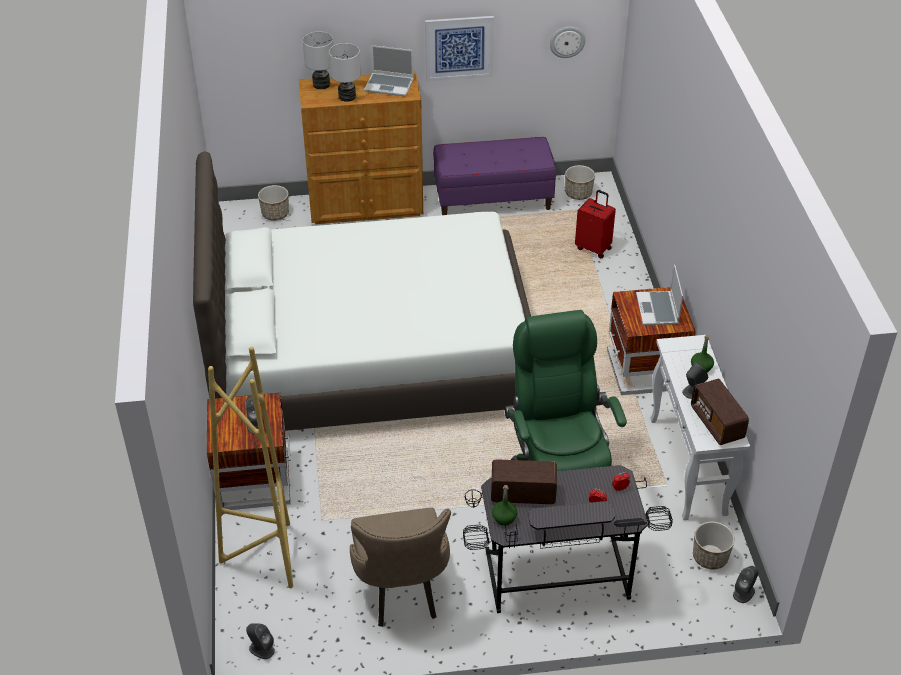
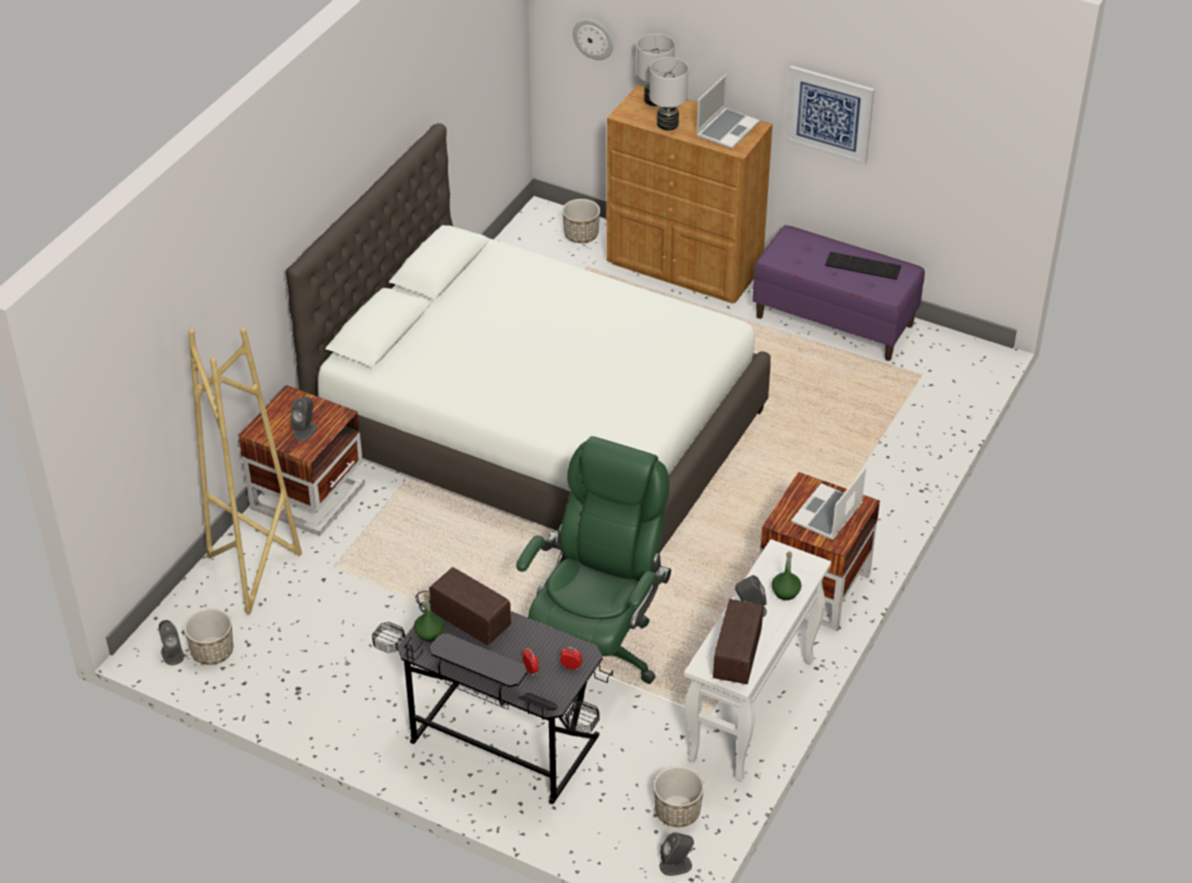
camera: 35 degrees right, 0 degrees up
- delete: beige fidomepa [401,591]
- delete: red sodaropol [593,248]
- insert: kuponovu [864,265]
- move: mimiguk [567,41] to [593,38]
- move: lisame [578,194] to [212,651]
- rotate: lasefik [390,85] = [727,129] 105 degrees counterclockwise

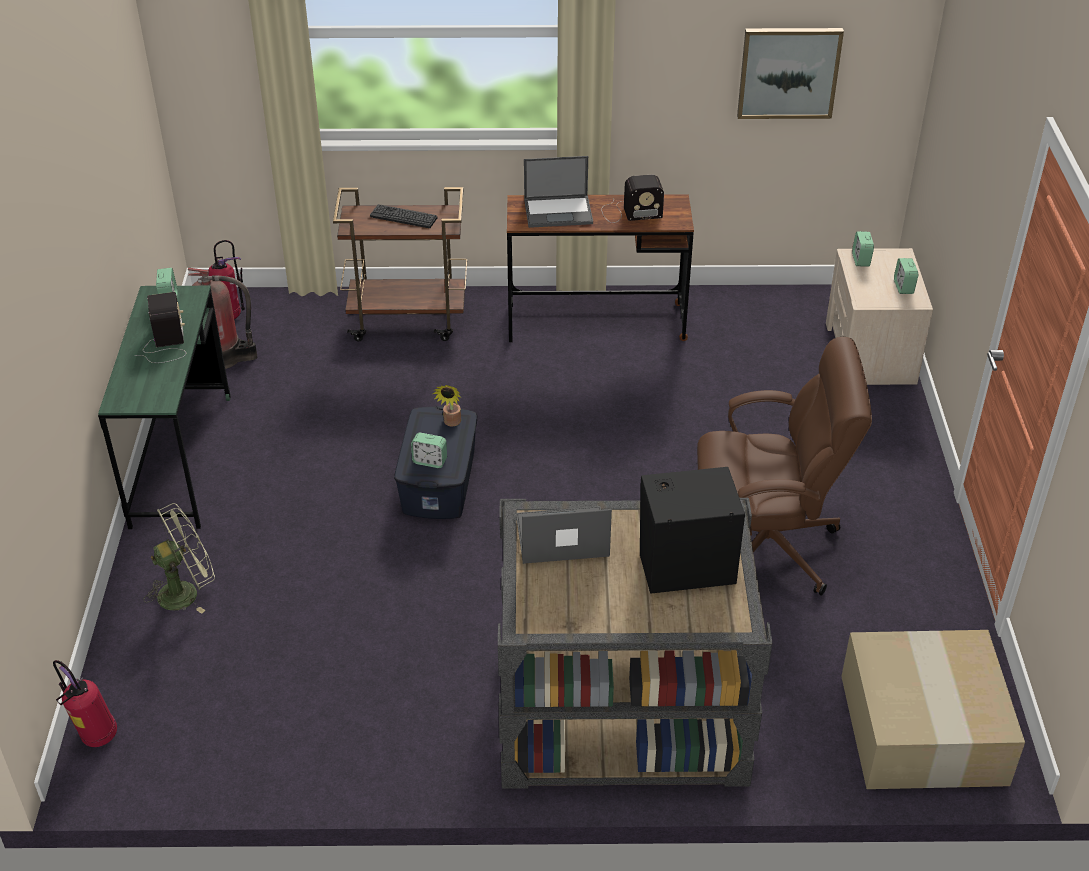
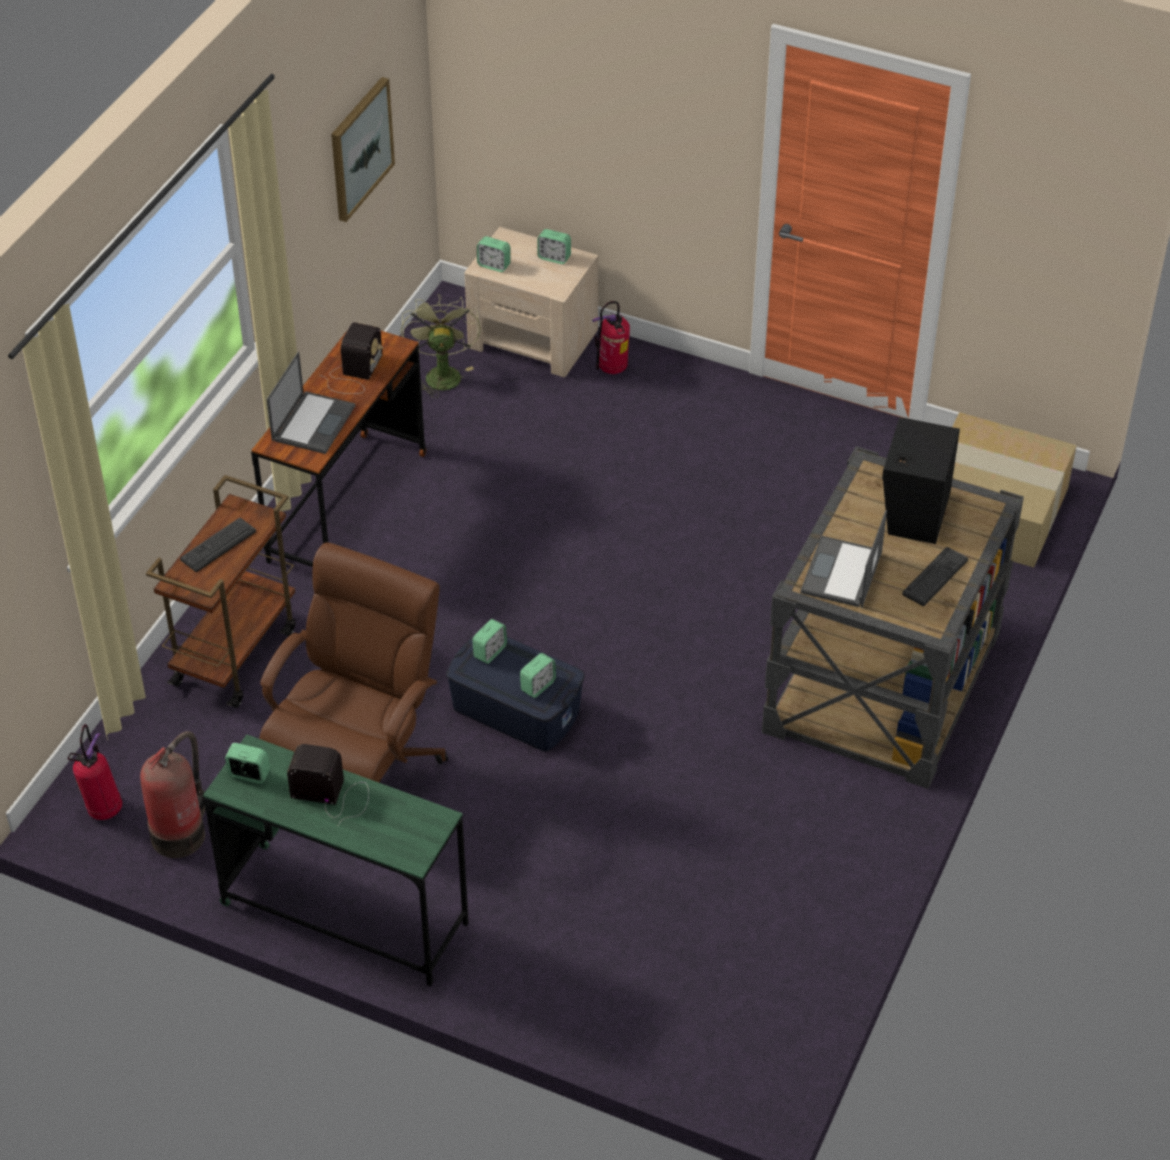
camera: 65 degrees left, 5 degrees up
- insert: kuponovu [935,577]
- move: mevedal [96,737] to [612,370]
- move: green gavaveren [186,591] to [441,373]
- move: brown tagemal [764,548] to [360,774]
- replace: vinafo [451,423] to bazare [490,652]

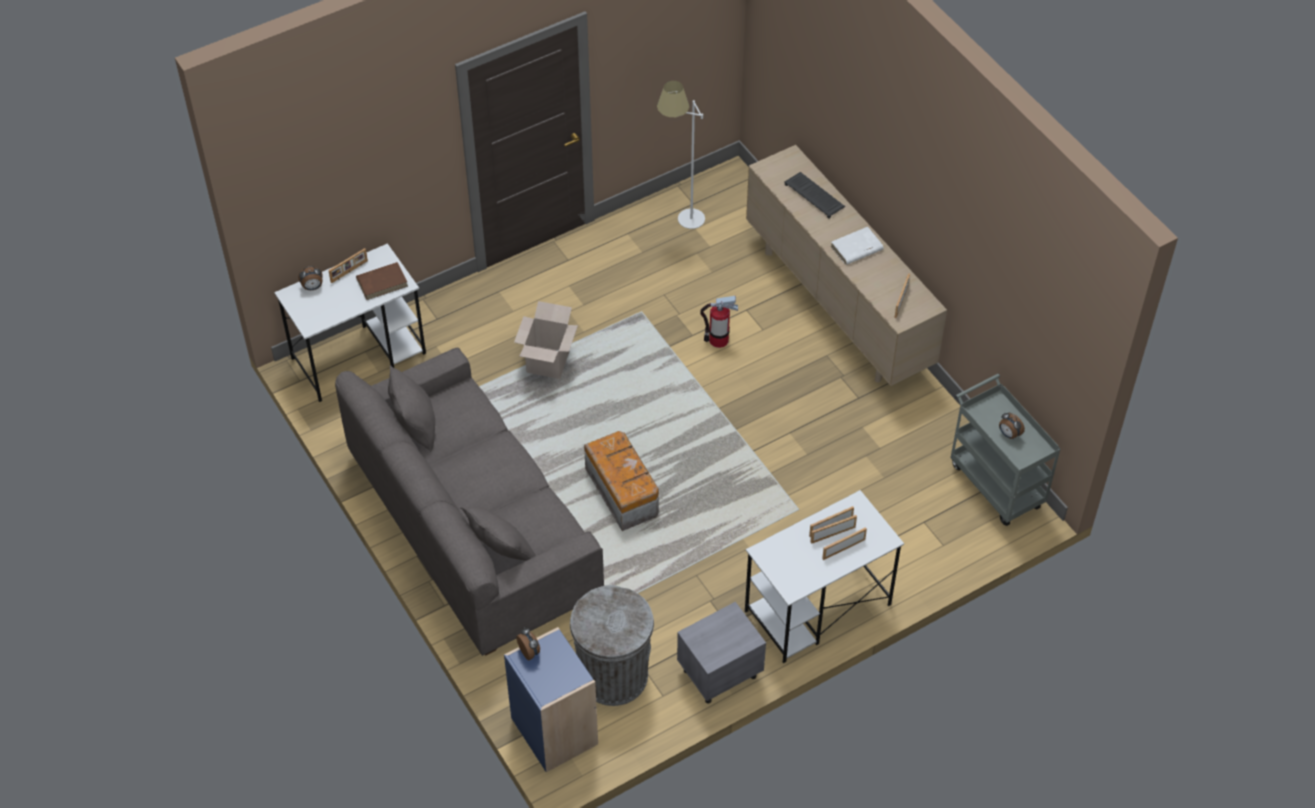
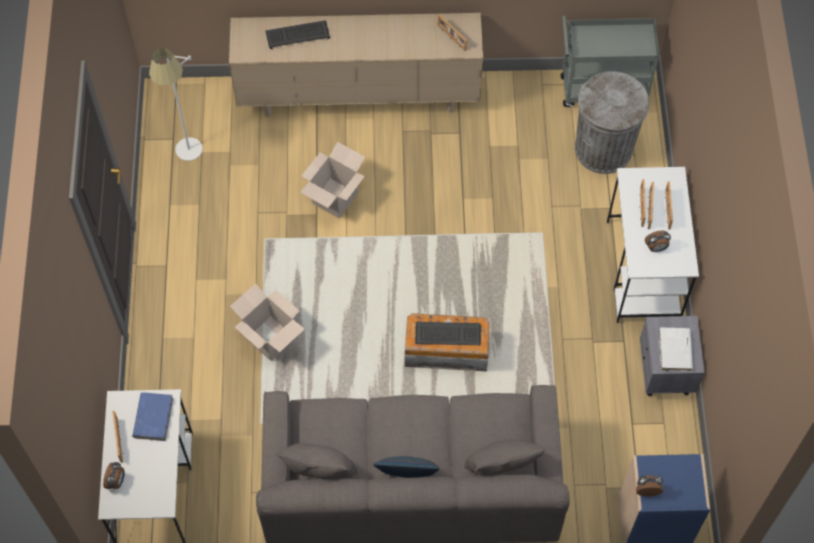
camera: 60 degrees left, 10 degrees up
- insert: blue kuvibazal [406,476]
- insert: kuponovu [447,335]
- move: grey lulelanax [613,676] to [603,149]
- move: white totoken [856,248] to [675,351]
- move: bazare [1008,434] to [656,248]
- replace: mevedal [718,340] to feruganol [334,198]
- recolor: brown totoken [382,282] to blue totoken [153,417]

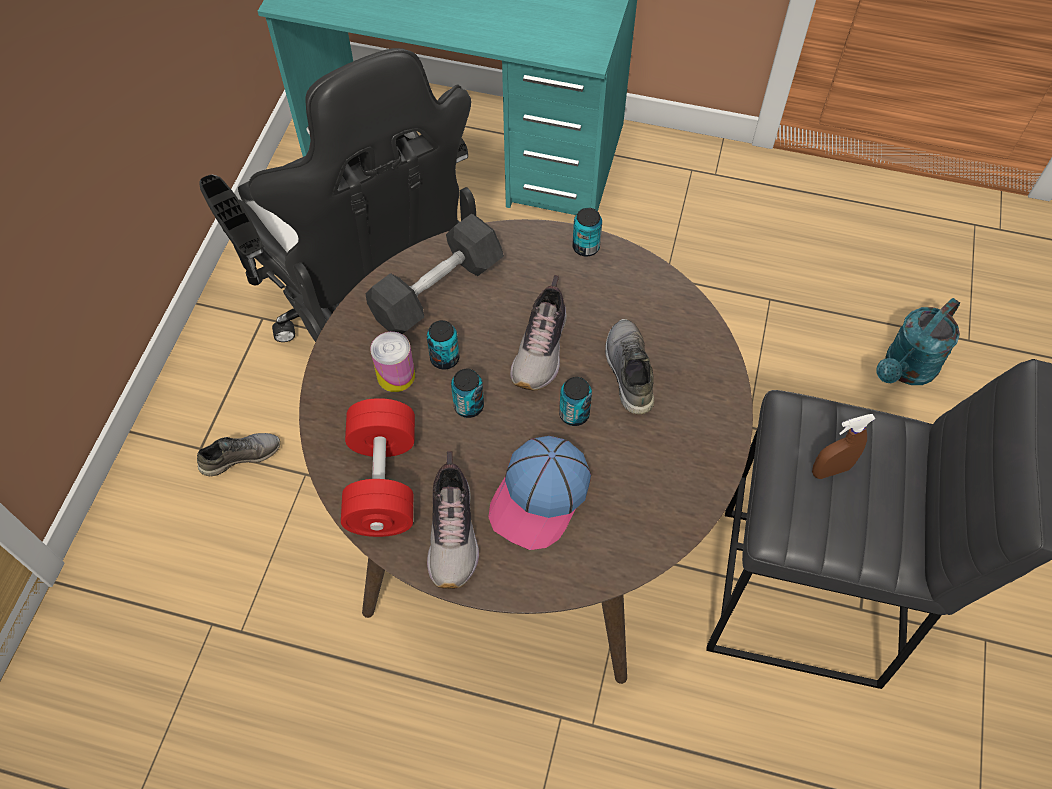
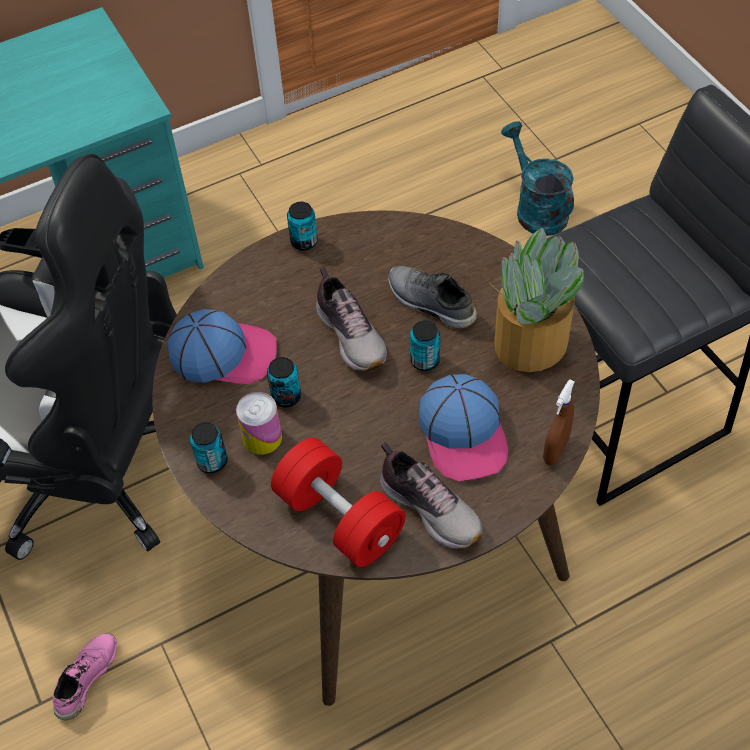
camera: 40 degrees left, 5 degrees down
- insert: vinafo [529,343]
- move: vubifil [469,406] to [212,461]
- move: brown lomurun [830,470] to [555,450]
- replace: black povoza [437,290] to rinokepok [224,354]
- recolor: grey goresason [240,455] to pink goresason [85,677]
- rotate: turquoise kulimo [905,369] = [536,208] 150 degrees clockwise

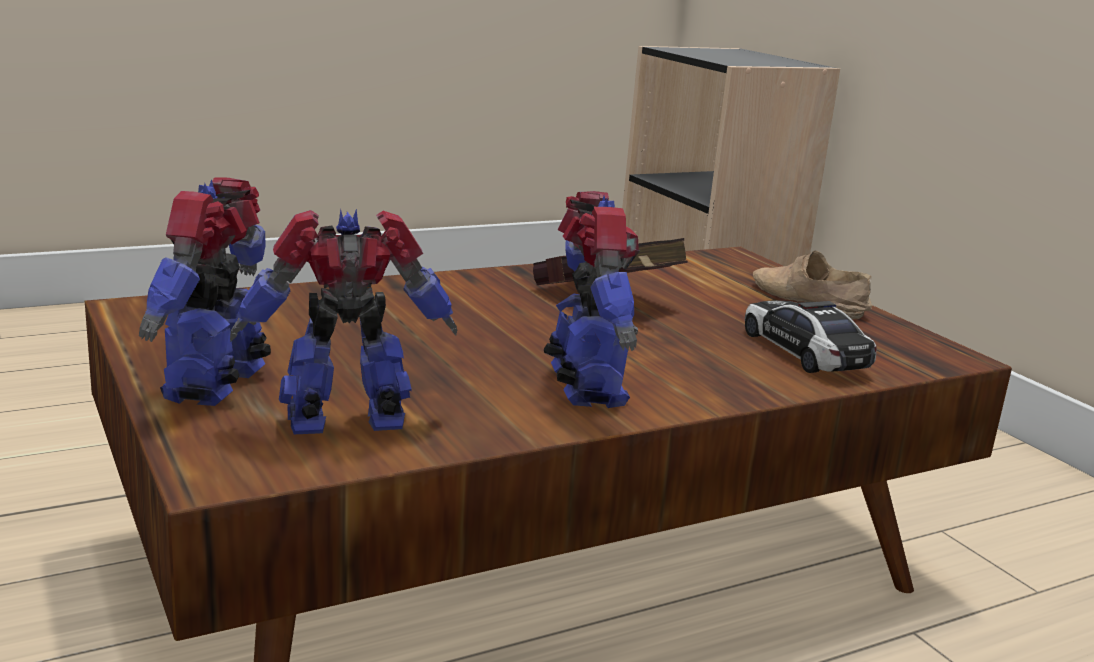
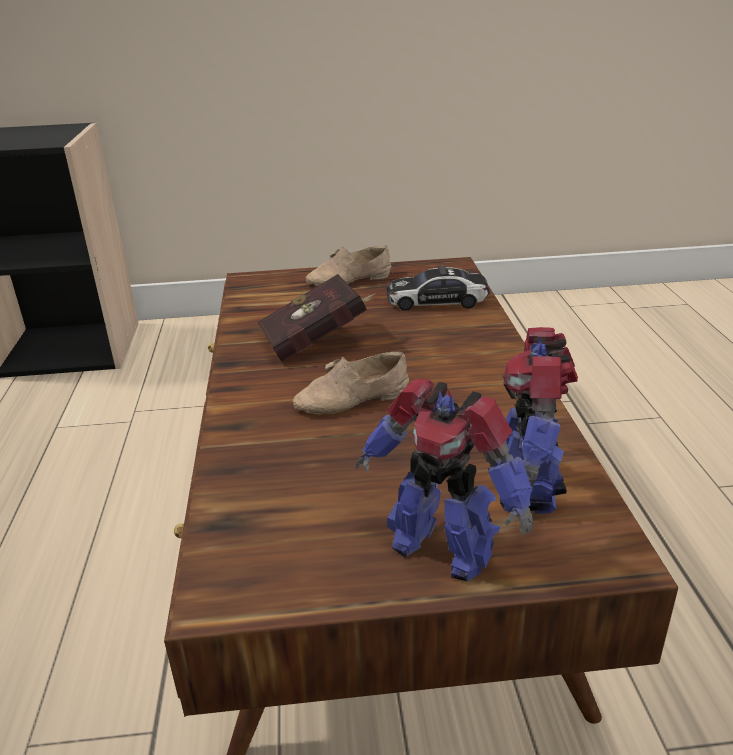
camera: 65 degrees left, 10 degrees up
- delete: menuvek [584,388]
- insert: beige goresason [352,399]

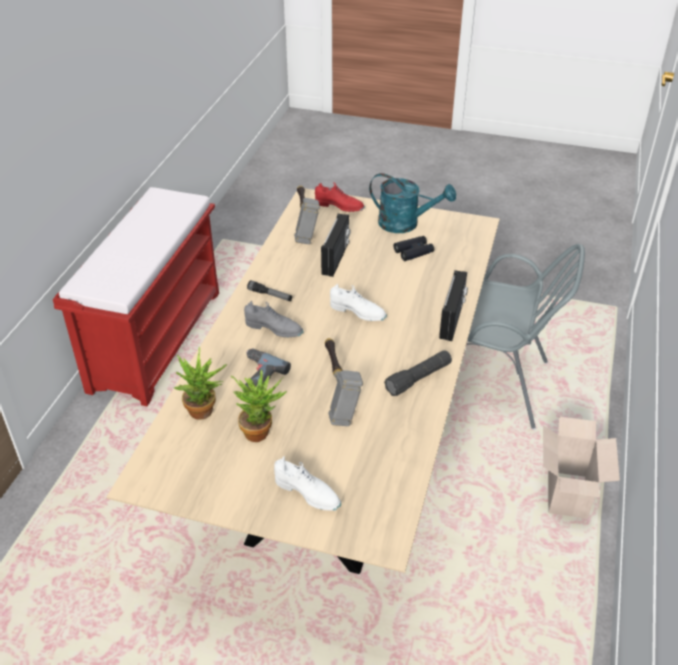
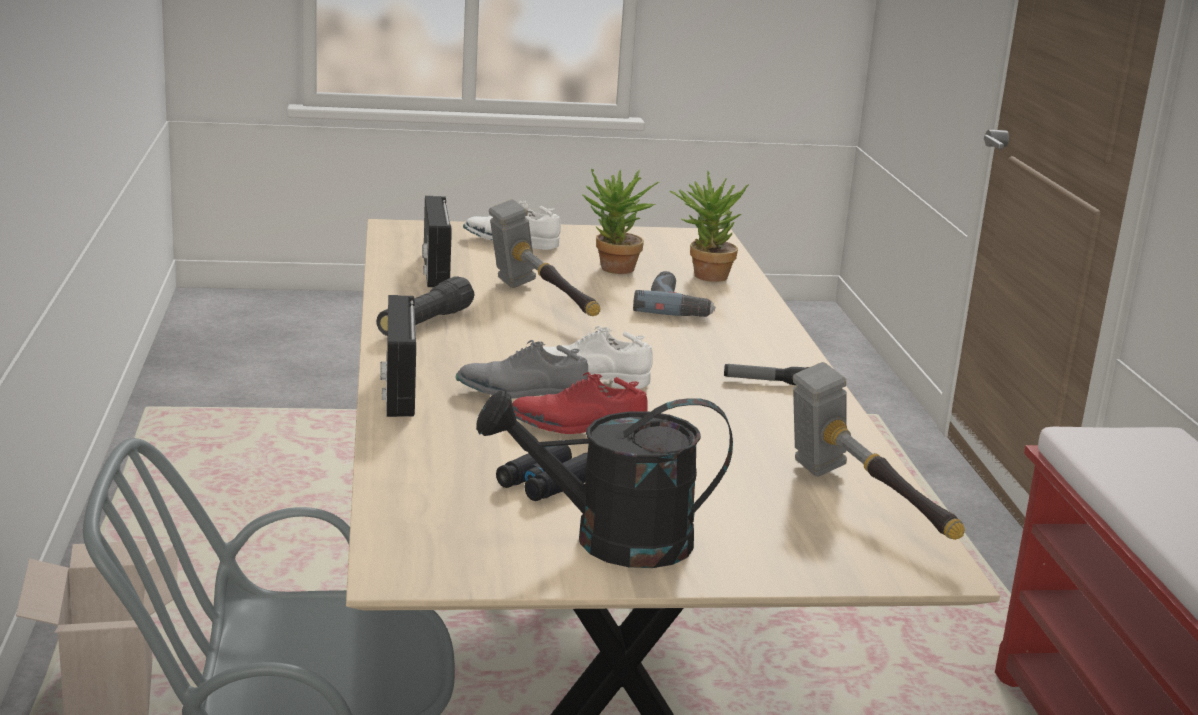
camera: 155 degrees right, 20 degrees down
- move: grey goresason [274,329] to [520,396]
- move: red goresason [339,207] to [576,430]
- move: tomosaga [336,258] to [433,270]
- recolor: turquoise kulimo [406,224] to black kulimo [611,541]

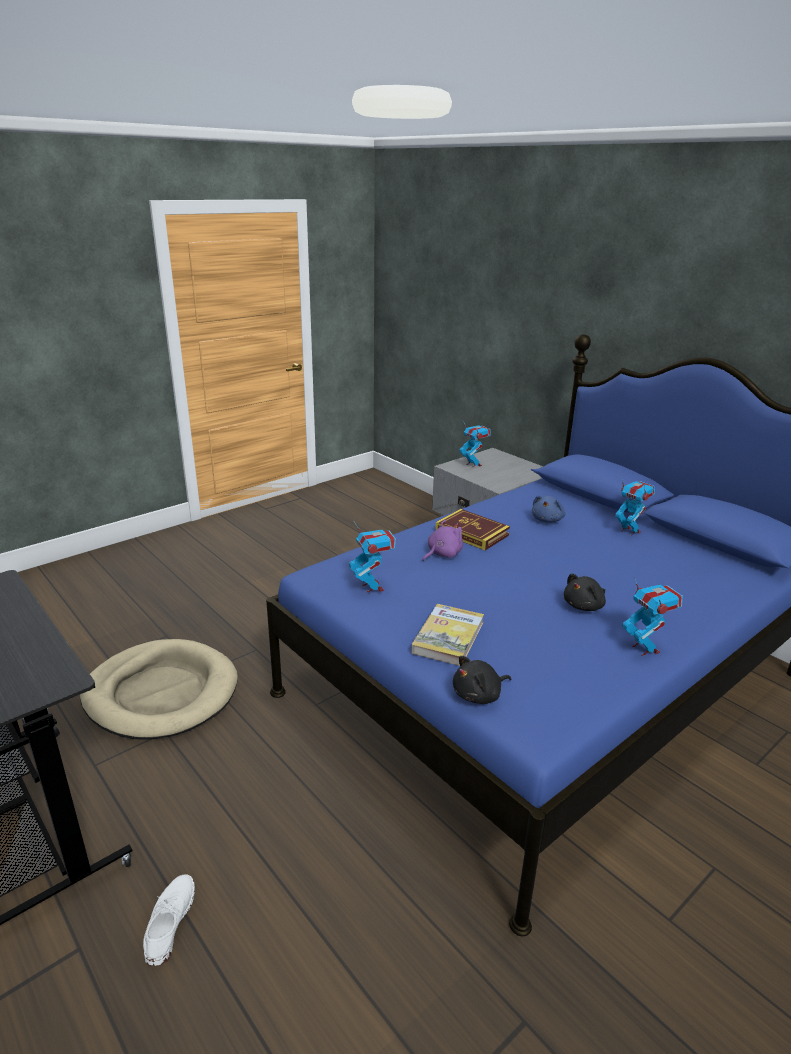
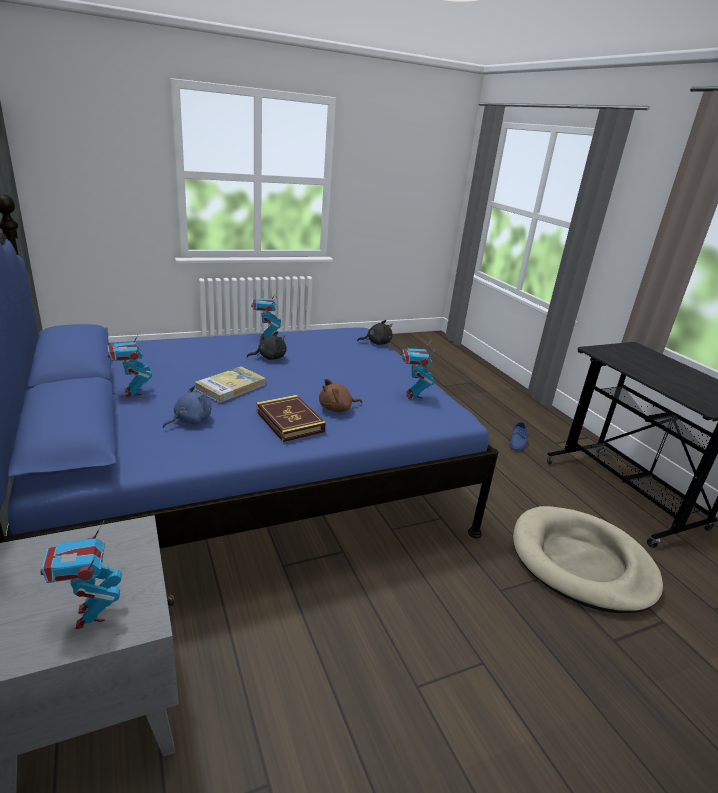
camera: 165 degrees left, 0 degrees up
- move: totoken [448,637] to [231,387]
- recolor: white goresason [169,920] to blue goresason [518,441]
- recolor: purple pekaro [442,554] to brown pekaro [337,409]

